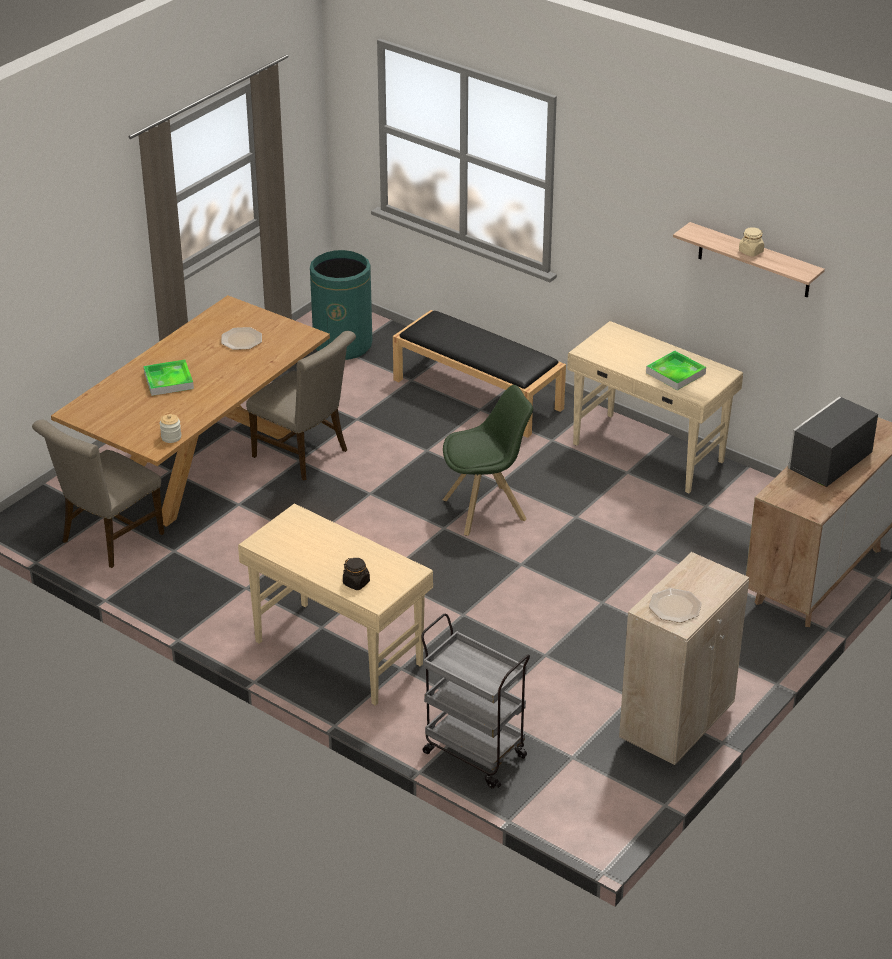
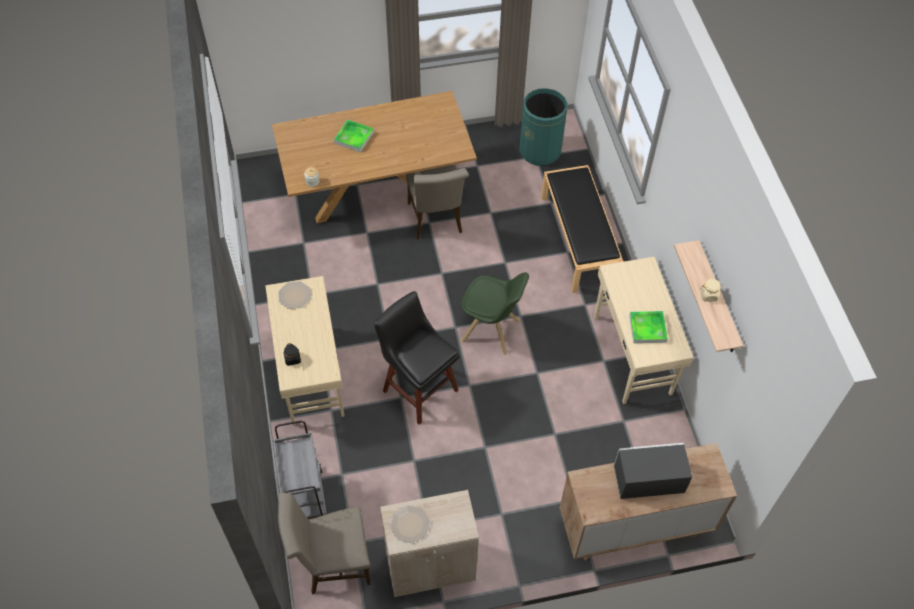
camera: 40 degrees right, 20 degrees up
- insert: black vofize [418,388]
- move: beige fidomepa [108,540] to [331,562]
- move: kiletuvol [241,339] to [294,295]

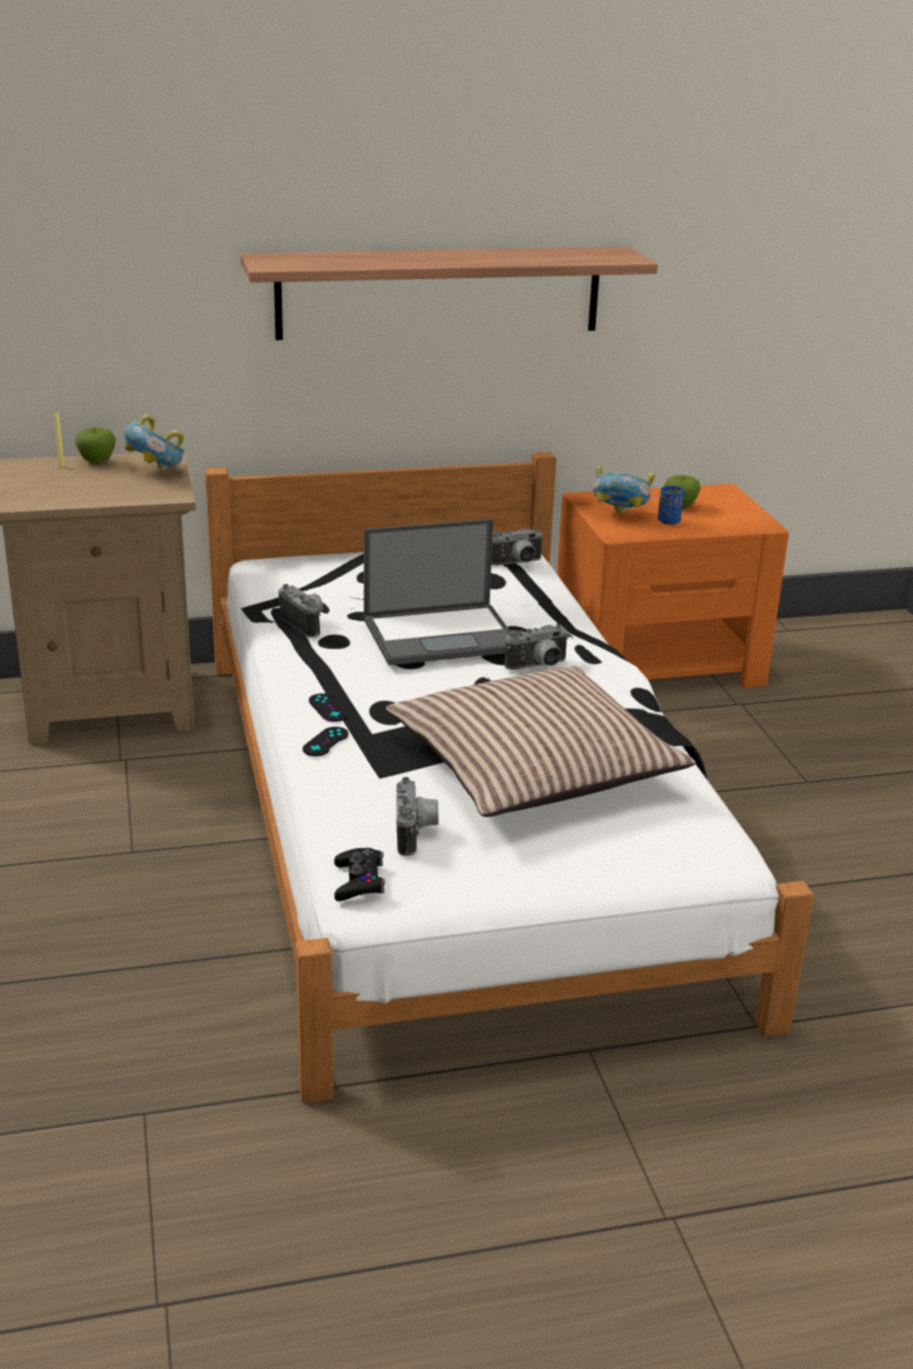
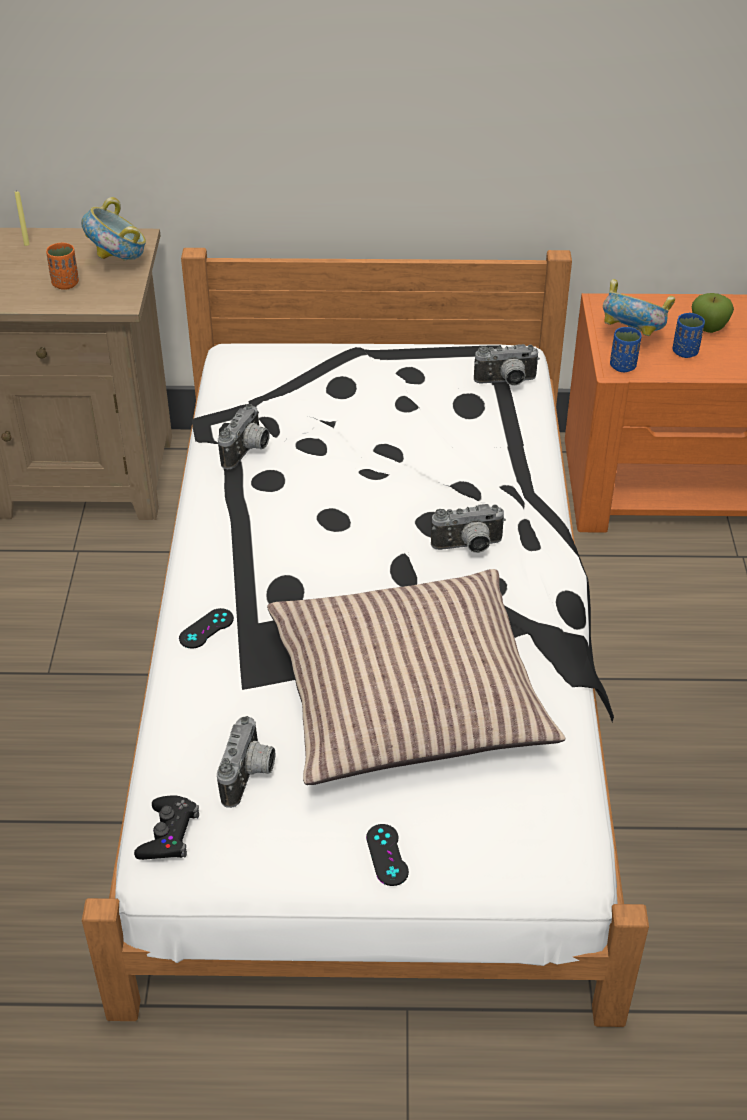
camera: 15 degrees right, 15 degrees up
- delete: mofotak [97,462]
- delete: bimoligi [439,292]
- delete: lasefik [442,634]
- insert: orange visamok [65,284]
- insert: blue visamok [623,366]
- move: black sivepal [328,708] to [387,855]
- rotate: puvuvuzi [306,624] = [248,452] 45 degrees clockwise

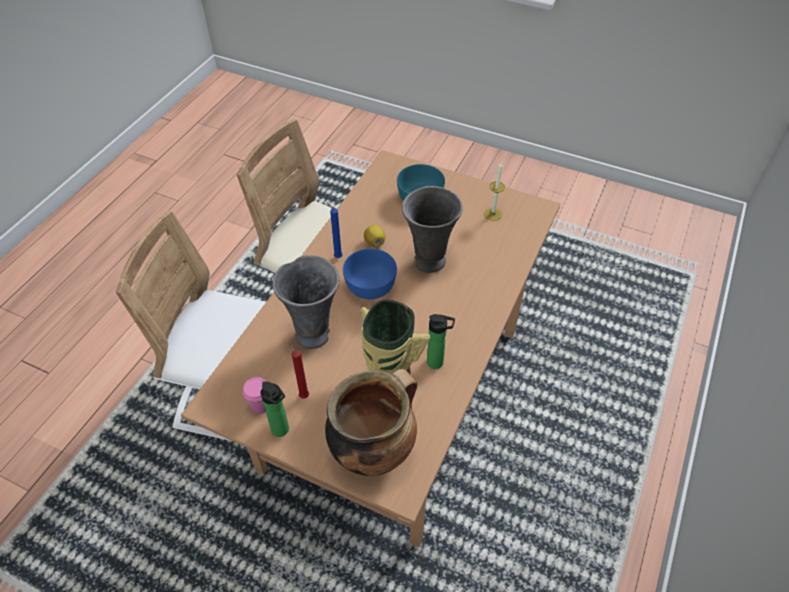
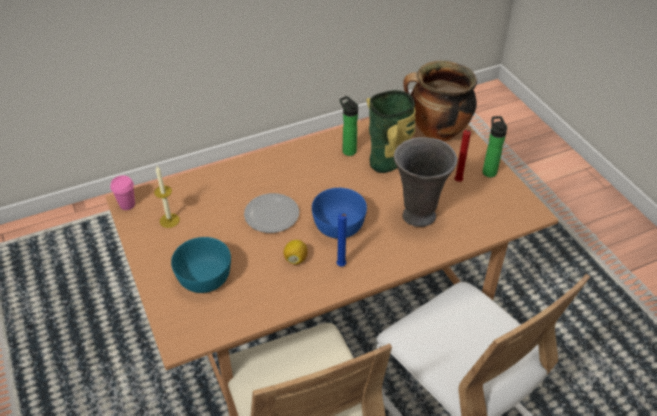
camera: 140 degrees left, 5 degrees down
- move: pink visamok [260,406] to [127,204]
- replace: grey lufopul [428,262] to kiletuvol [272,214]

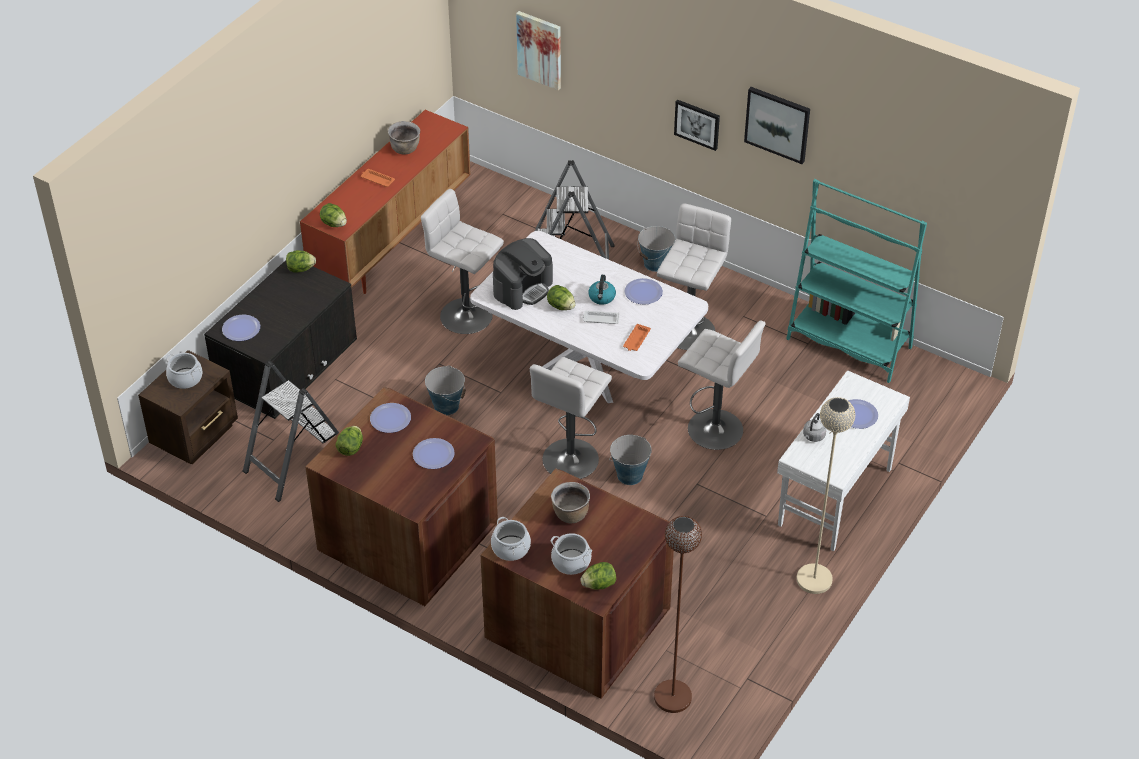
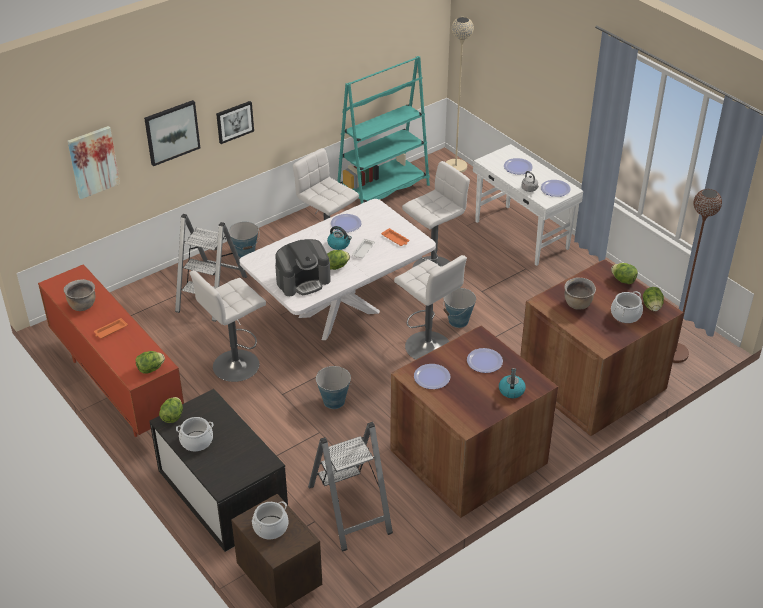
camera: 70 degrees left, 5 degrees down
- insert: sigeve [511,390]
- move: kiletuvol [241,328] to [555,189]
- move: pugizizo [350,448] to [623,280]
- move: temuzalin [511,548] to [196,441]
- move: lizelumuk [777,124] to [172,132]
- move: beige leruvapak [814,580] to [456,167]
- rotate: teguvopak [522,288] = [303,281] 90 degrees clockwise

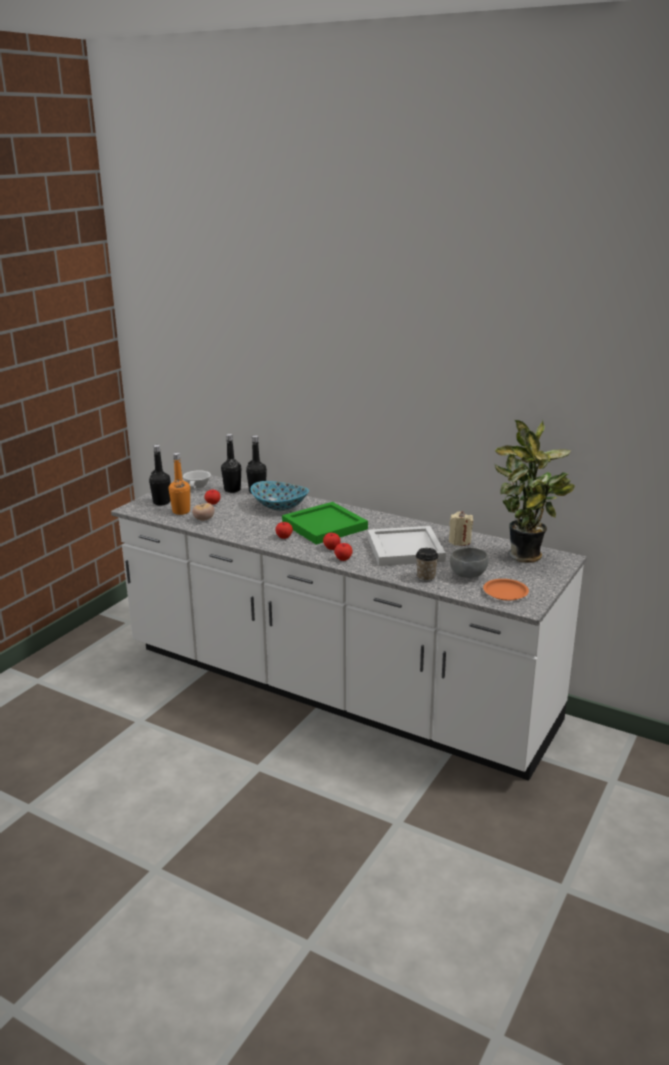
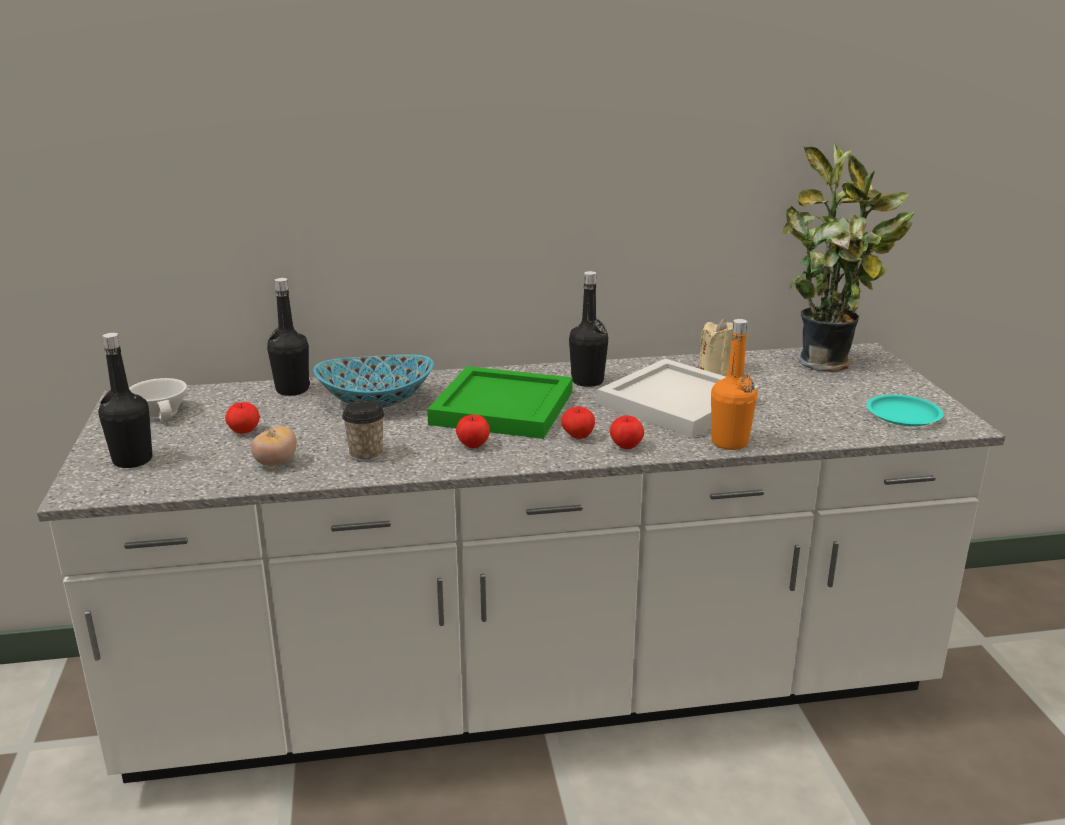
camera: 40 degrees left, 0 degrees up
- delete: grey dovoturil [467,575]
- move: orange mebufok [181,511] to [729,443]
- move: black mebufok [232,490] to [587,381]
- move: visamok [426,577] to [366,455]
- recolor: orange kiletuvol [505,592] to turquoise kiletuvol [902,415]

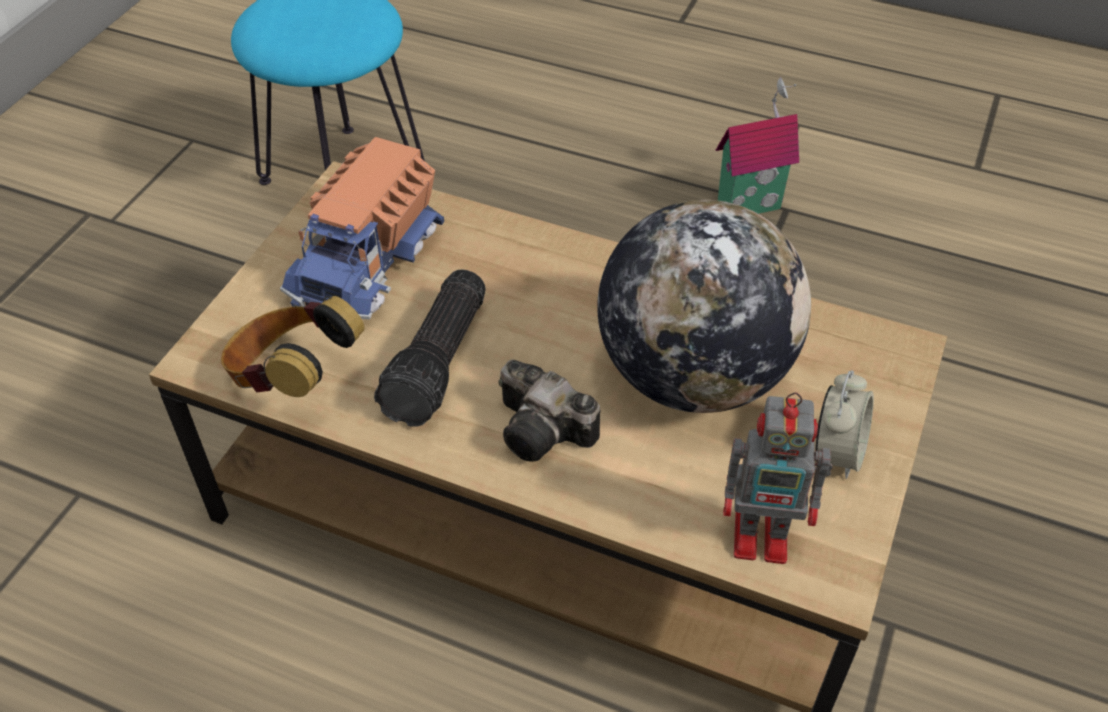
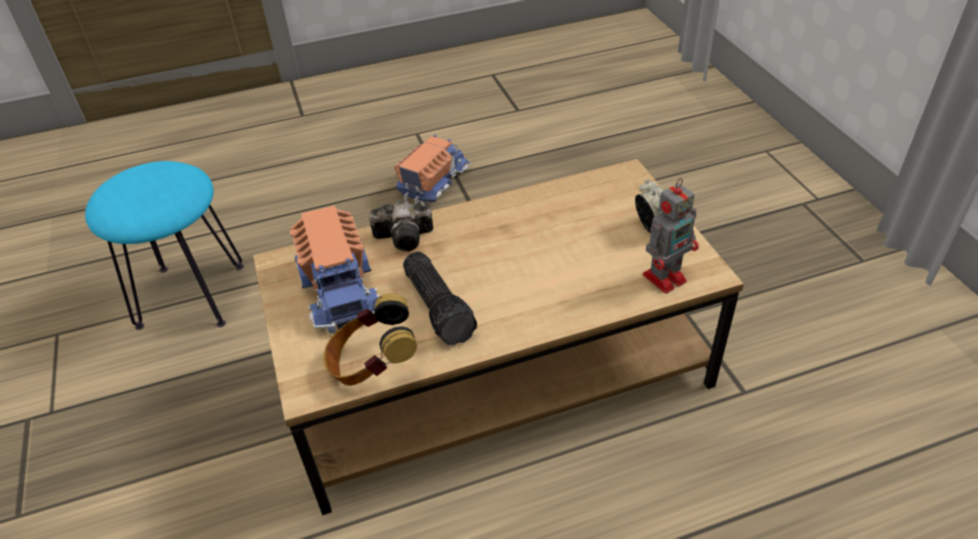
camera: 40 degrees left, 5 degrees down
- delete: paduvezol [693,375]
- move: puvuvuzi [546,432] to [407,237]
- replace: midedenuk [747,203] to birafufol [433,181]

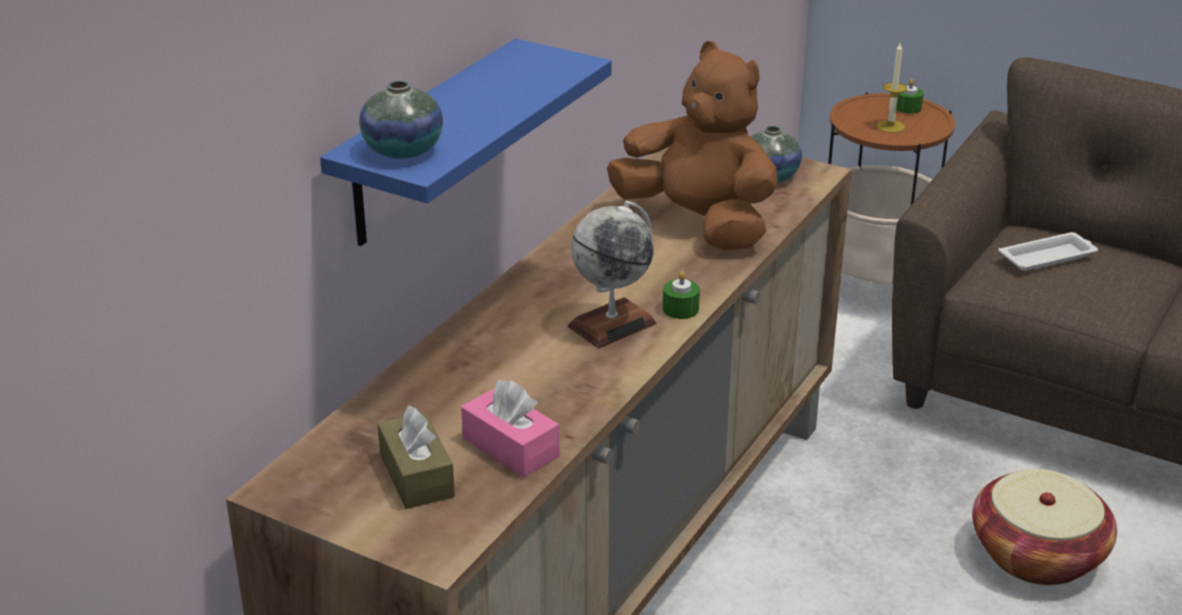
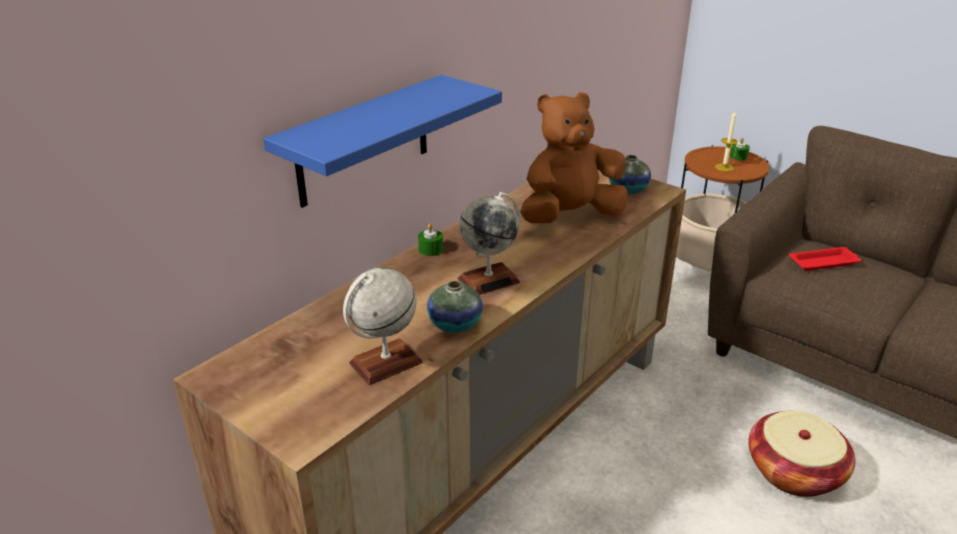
camera: 10 degrees right, 0 degrees up
- delete: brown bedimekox [416,476]
- move: lufopul [403,150] to [455,324]
- move: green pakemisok [680,309] to [430,249]
- replace: pink bedimekox [510,447] to paduvezol [385,363]
- recolor: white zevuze [1048,257] to red zevuze [824,262]
- rotate: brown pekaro [698,223] = [570,217] 75 degrees counterclockwise

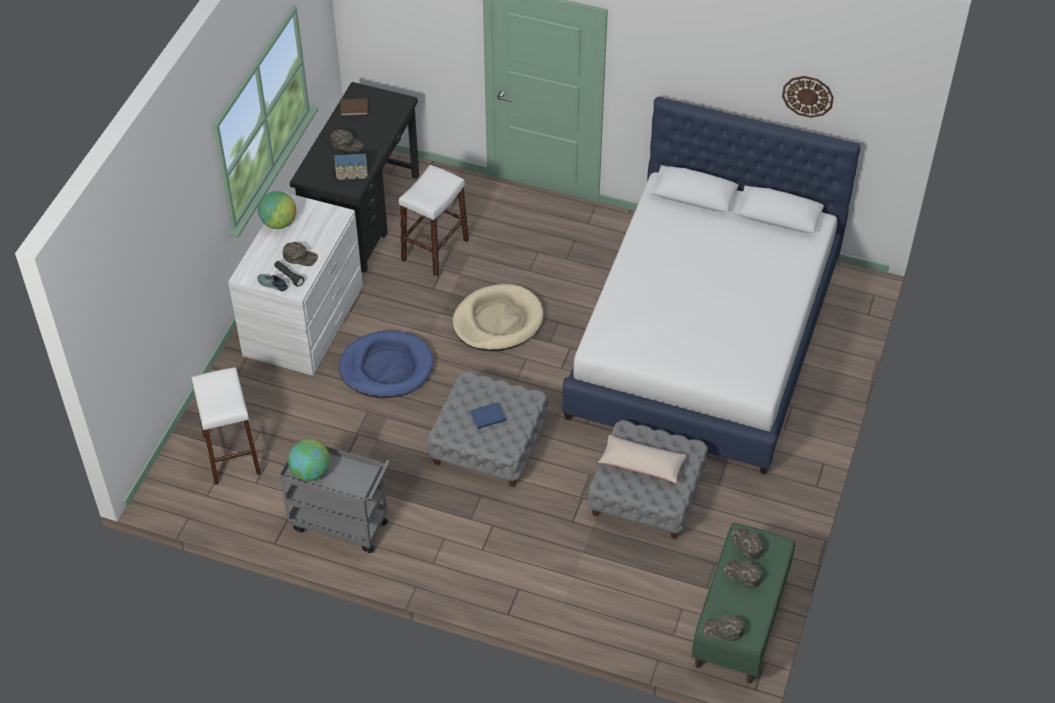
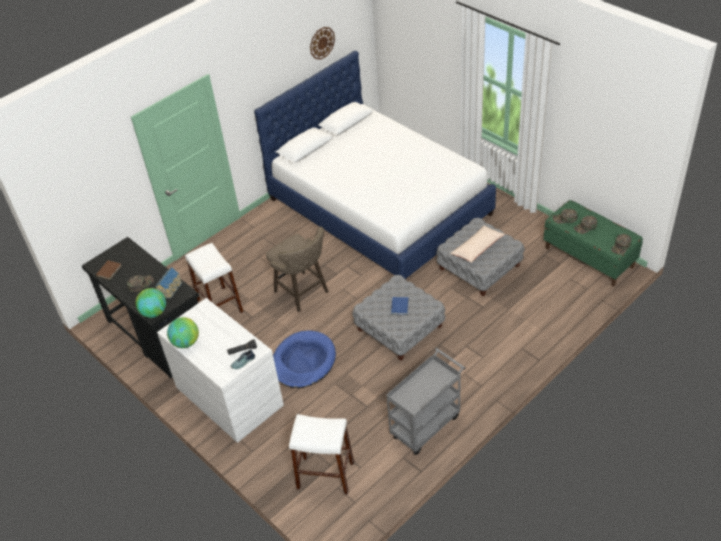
camera: 60 degrees left, 5 degrees down
- delete: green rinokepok [300,257]
- move: paduvezol [311,472] to [154,313]
- replace: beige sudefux [497,321] to beige vofize [303,293]

